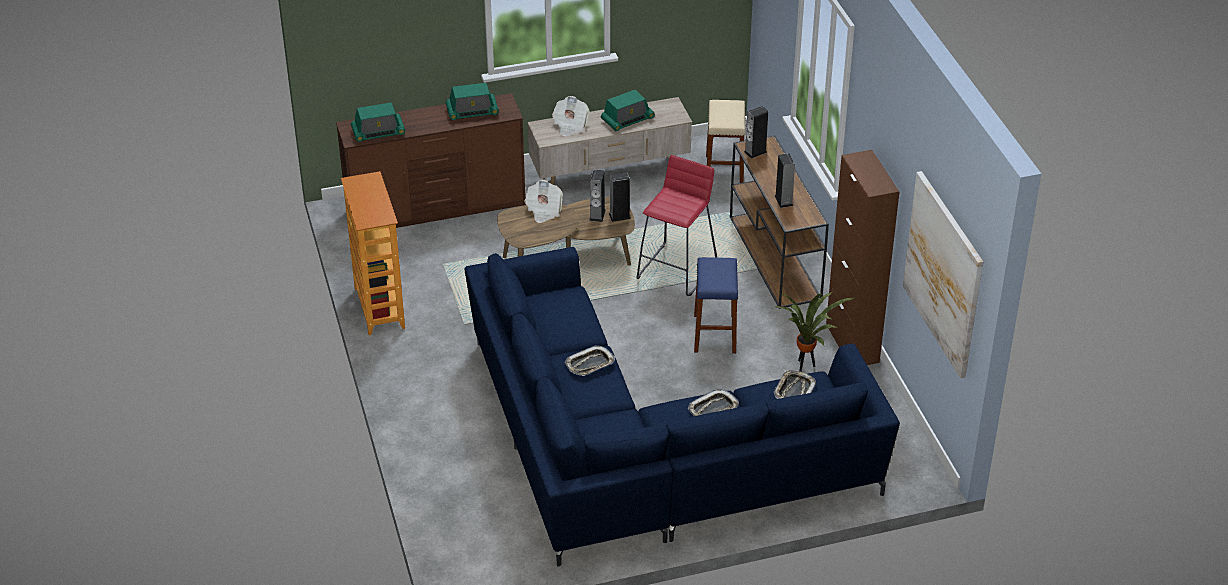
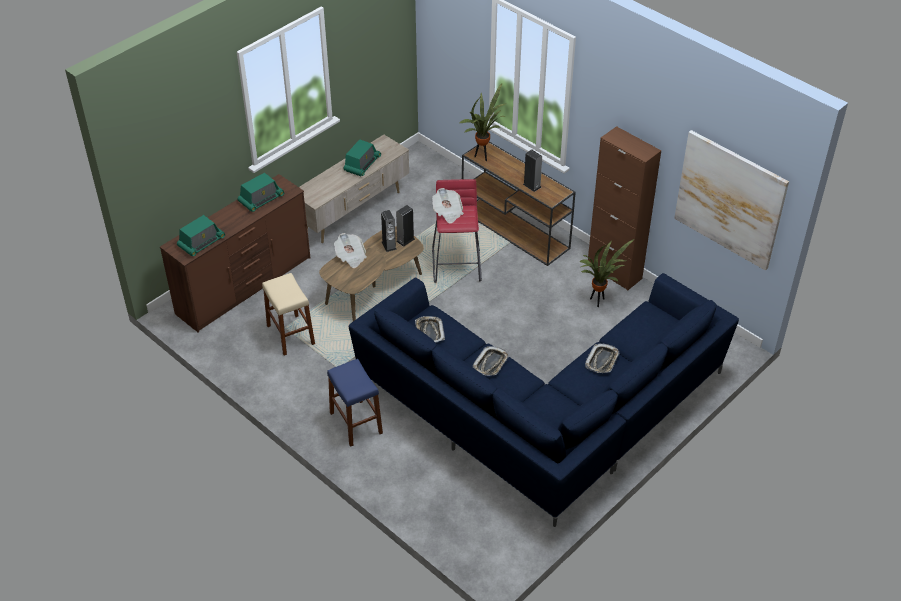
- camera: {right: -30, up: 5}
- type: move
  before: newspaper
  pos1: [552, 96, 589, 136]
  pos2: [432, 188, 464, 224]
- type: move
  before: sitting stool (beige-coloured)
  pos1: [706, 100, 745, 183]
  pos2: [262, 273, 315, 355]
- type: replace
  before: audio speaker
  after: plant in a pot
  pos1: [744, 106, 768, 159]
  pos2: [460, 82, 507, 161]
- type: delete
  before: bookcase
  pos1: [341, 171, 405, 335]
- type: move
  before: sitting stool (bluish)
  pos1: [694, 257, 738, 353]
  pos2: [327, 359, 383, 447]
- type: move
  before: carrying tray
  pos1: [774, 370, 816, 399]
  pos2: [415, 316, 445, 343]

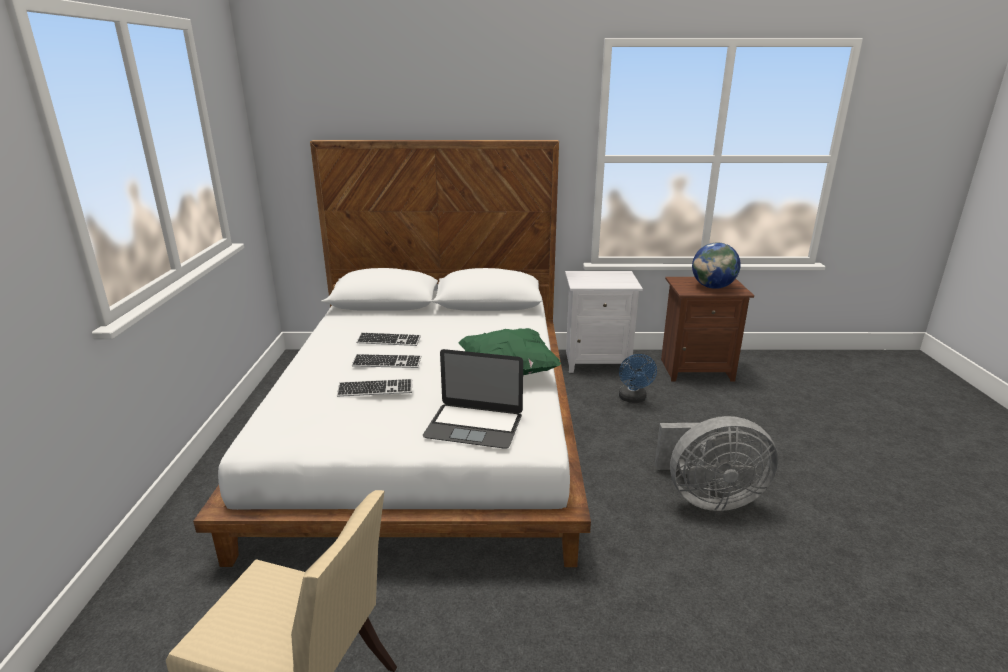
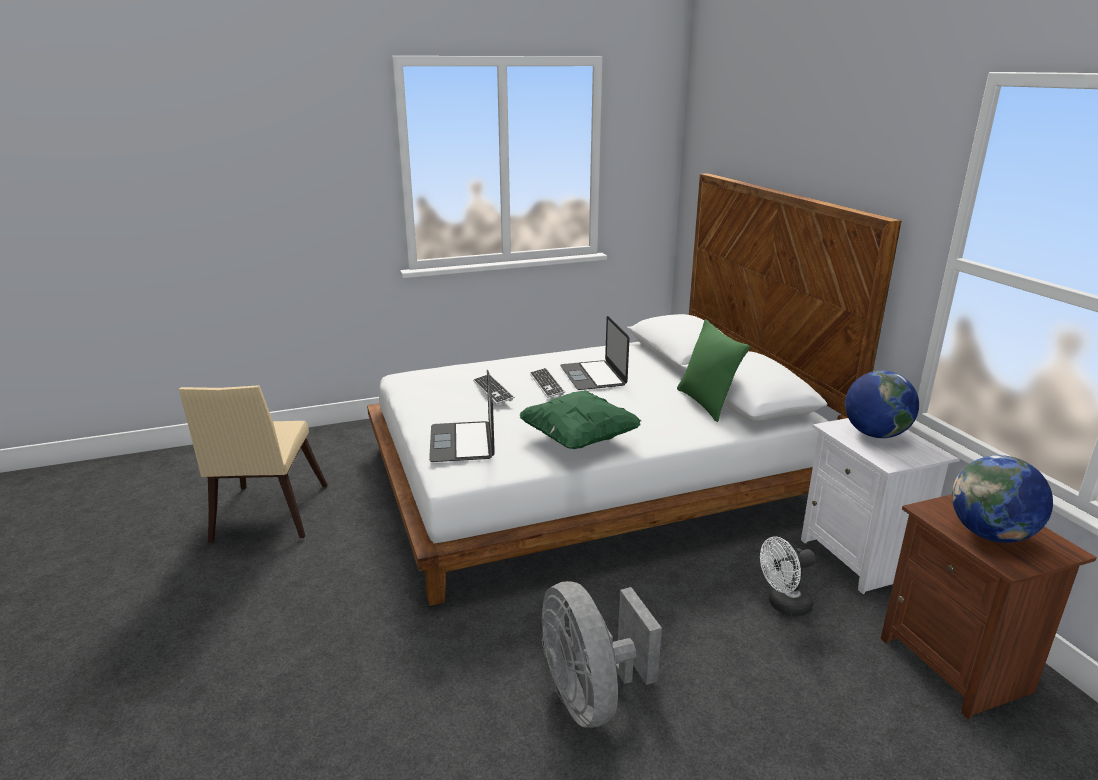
- camera: {right: 70, up: 0}
- type: replace
  before: computer keyboard
  after: laptop
  pos1: [356, 332, 421, 346]
  pos2: [560, 316, 629, 390]
- type: recolor
  before: cooling fan (bluish)
  after: cooling fan (white-coloured)
  pos1: [619, 354, 657, 403]
  pos2: [760, 536, 816, 617]
- type: insert
  after: throw pillow (green-coloured)
  pos2: [677, 319, 750, 422]
- type: insert
  after: desk globe
  pos2: [845, 371, 919, 438]

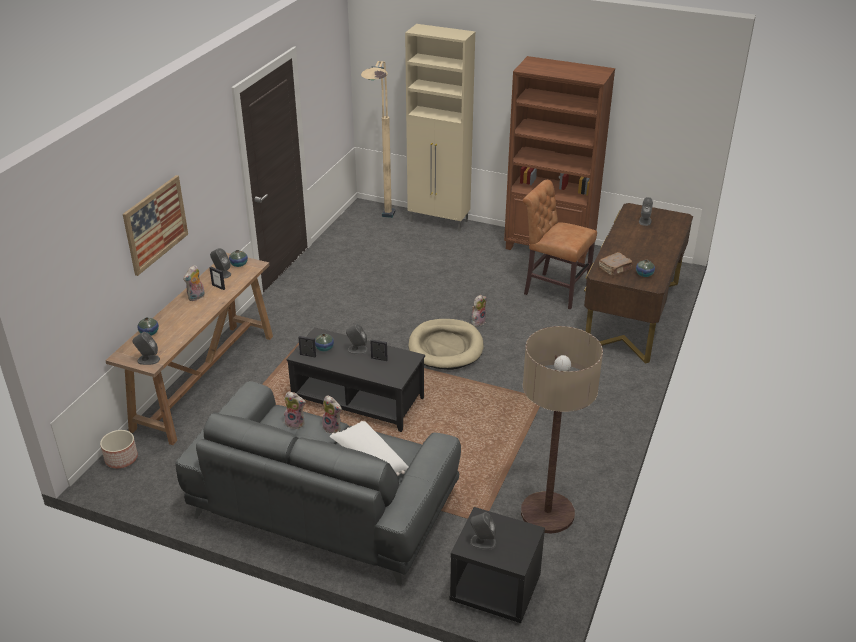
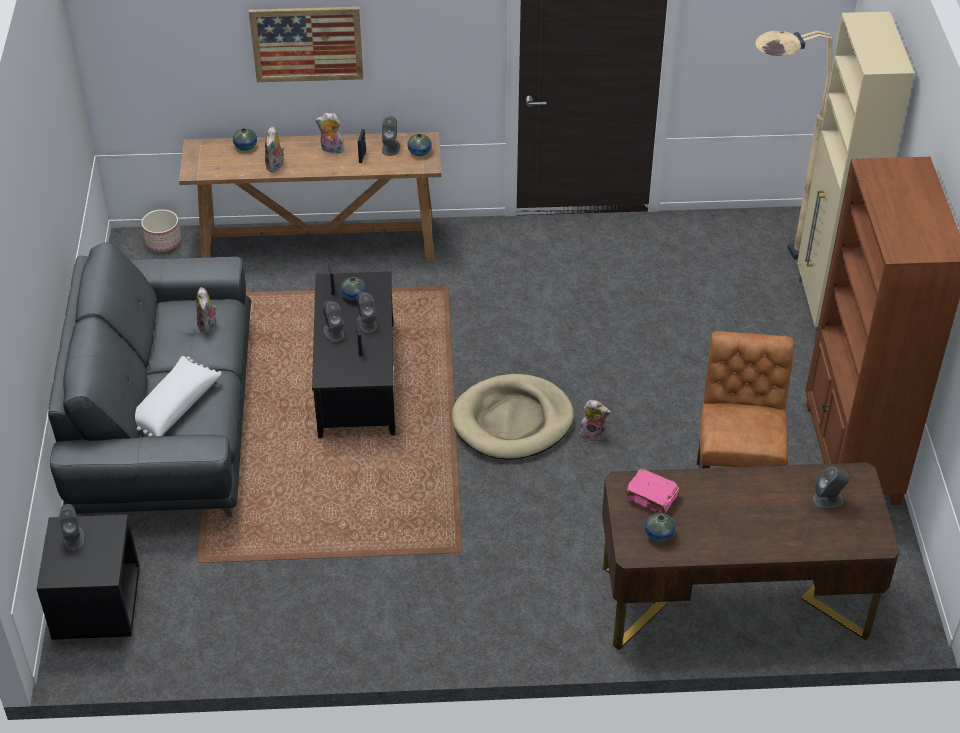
- camera: {right: 65, up: 10}
- type: recolor
  before: book (brownish)
  after: book (pink)
  pos1: [599, 252, 633, 276]
  pos2: [625, 468, 679, 514]
- type: delete
  before: standard lamp
  pos1: [521, 326, 603, 534]
- type: move
  before: audio speaker (greyish)
  pos1: [132, 332, 160, 365]
  pos2: [323, 301, 345, 342]
- type: move
  before: plush toy
  pos1: [322, 395, 342, 434]
  pos2: [265, 126, 285, 172]

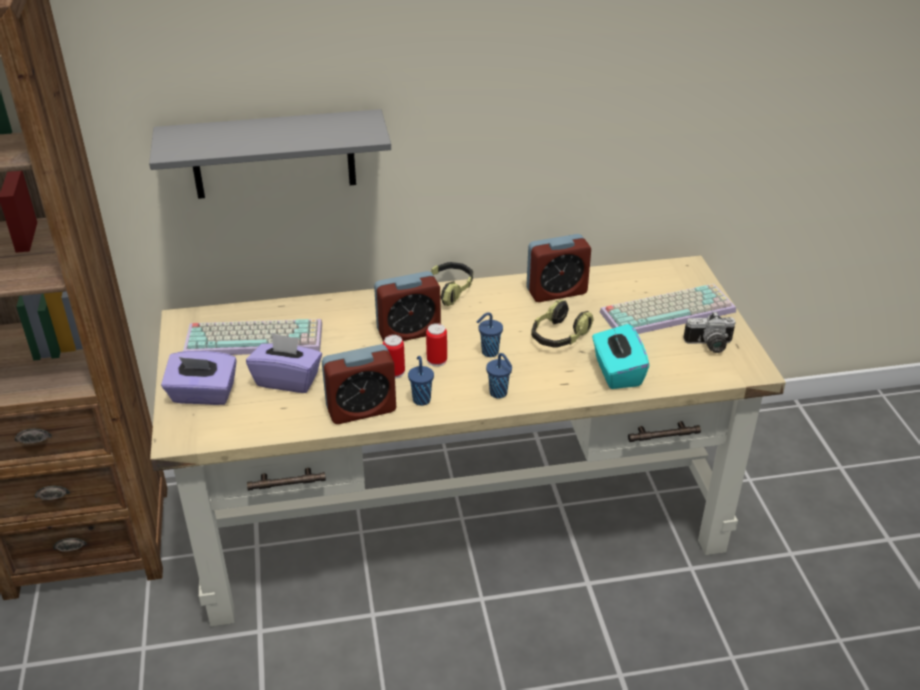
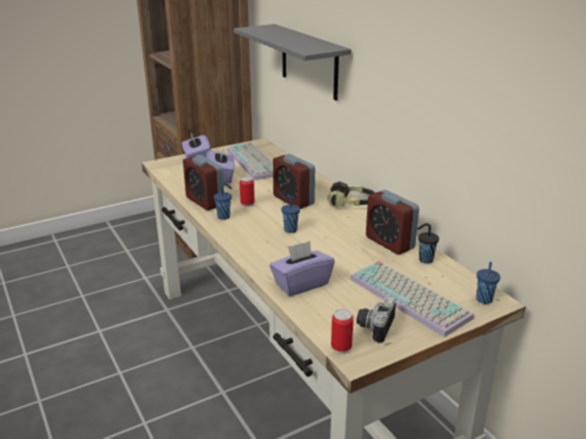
- camera: {right: 70, up: -10}
- type: delete
  before: headset
  pos1: [531, 300, 594, 348]
- type: rotate
  before: photo camera
  pos1: [683, 311, 736, 353]
  pos2: [357, 296, 396, 344]
  turn: 45
- type: move
  before: can
  pos1: [426, 323, 447, 367]
  pos2: [331, 309, 353, 354]
- type: recolor
  before: tissue holder (turquoise-coloured)
  after: tissue holder (purplish)
  pos1: [592, 324, 650, 389]
  pos2: [270, 241, 335, 296]
- type: move
  before: cup (bluish)
  pos1: [486, 353, 512, 399]
  pos2: [476, 262, 500, 304]
- type: insert
  after: cup (black-coloured)
  pos2: [417, 223, 439, 264]

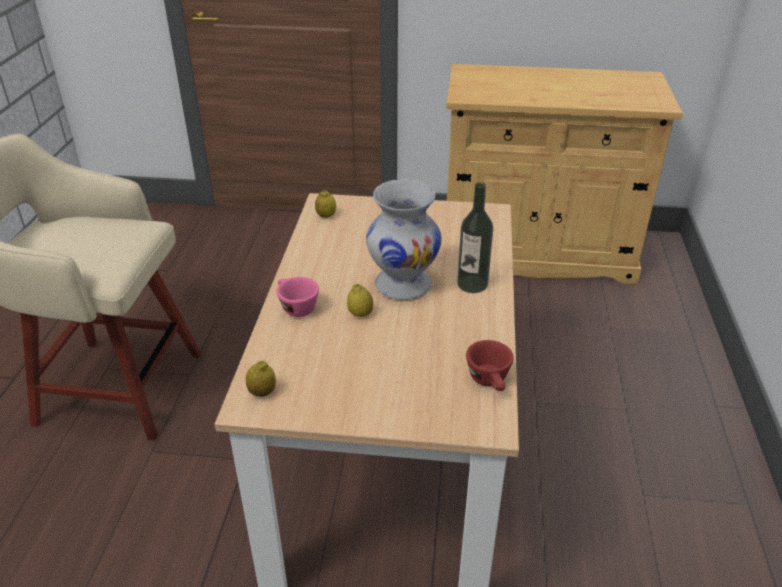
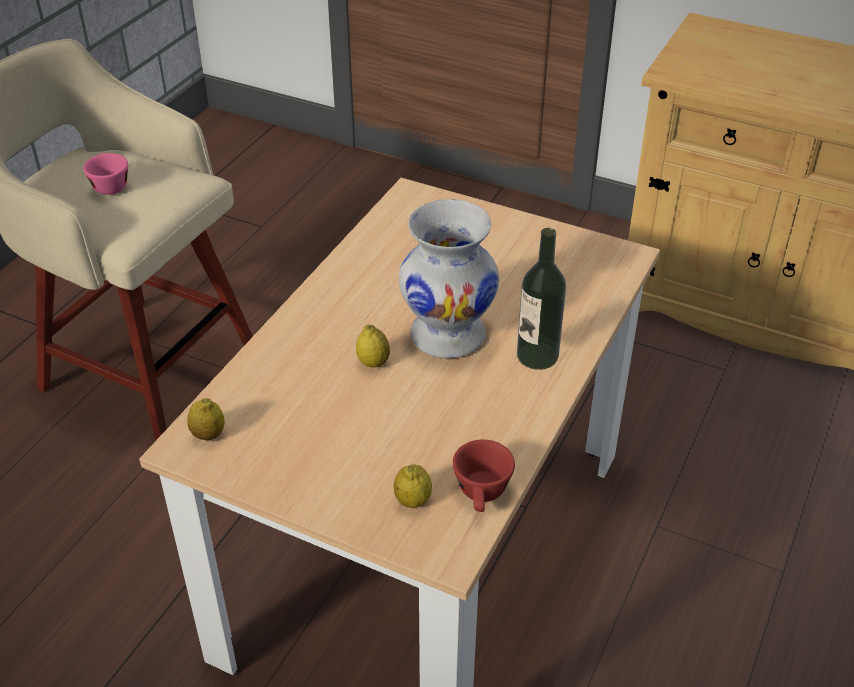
- camera: {right: 20, up: 5}
- type: move
  before: lemon
  pos1: [315, 190, 336, 218]
  pos2: [394, 464, 432, 508]
- type: move
  before: cup (pink)
  pos1: [277, 277, 319, 317]
  pos2: [83, 153, 128, 195]

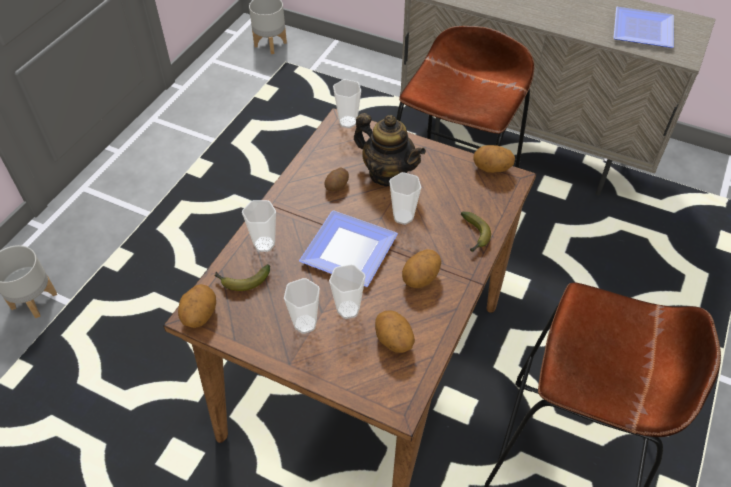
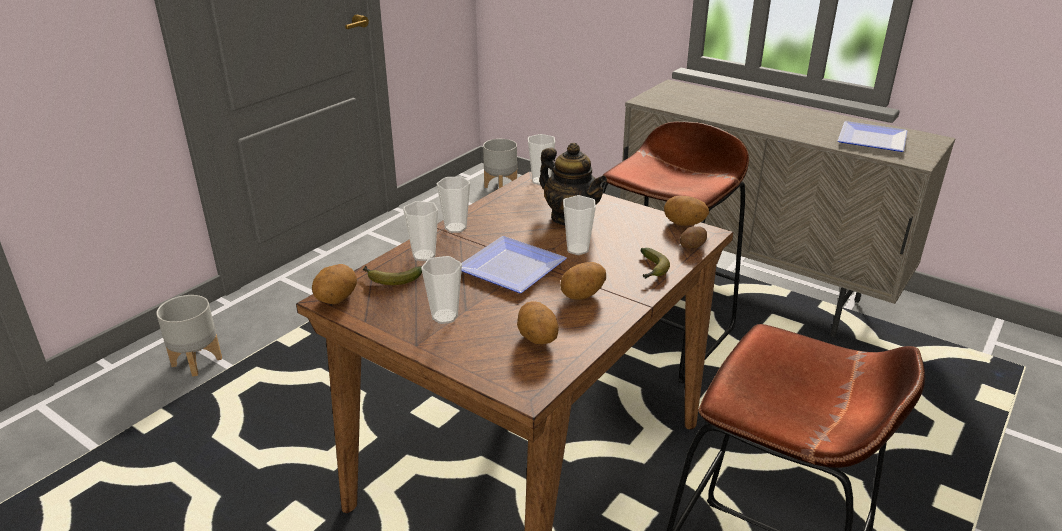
- camera: {right: 10, up: -20}
- type: move
  before: whole potato
  pos1: [324, 167, 349, 191]
  pos2: [680, 226, 707, 249]
- type: move
  before: cup
  pos1: [329, 264, 366, 319]
  pos2: [437, 177, 470, 233]

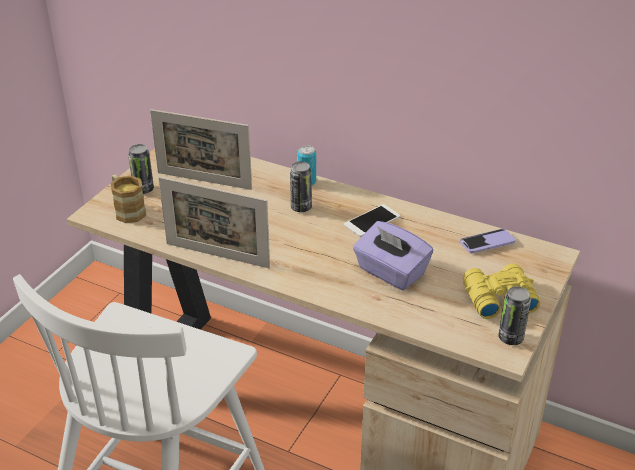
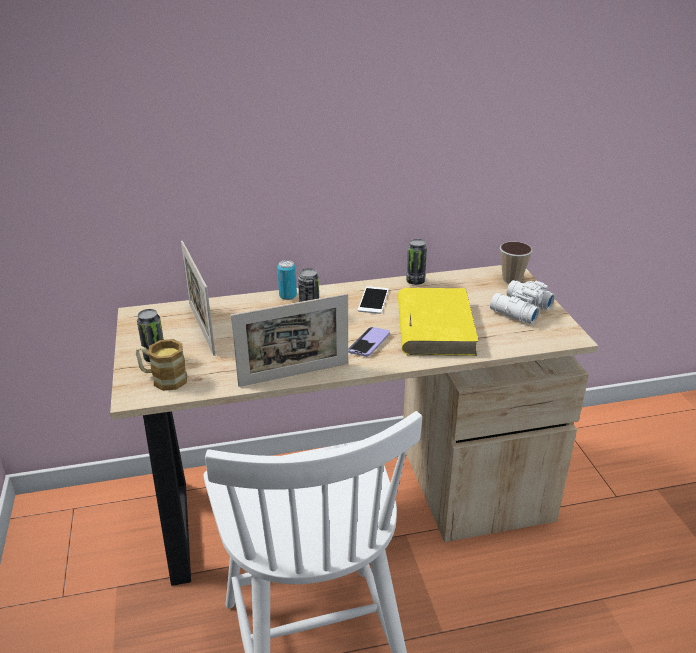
- camera: {right: -40, up: -5}
- type: rotate
  before: picture frame
  pos1: [150, 109, 252, 190]
  pos2: [181, 241, 215, 356]
  turn: 90
- type: replace
  before: tissue holder (purplish)
  after: book (yellow)
  pos1: [353, 221, 433, 290]
  pos2: [398, 288, 479, 356]
- type: move
  before: telephone
  pos1: [460, 229, 516, 253]
  pos2: [348, 327, 390, 357]
- type: recolor
  before: field glasses (yellow)
  after: field glasses (white-coloured)
  pos1: [463, 263, 540, 319]
  pos2: [490, 280, 555, 324]
- type: move
  before: can
  pos1: [498, 286, 531, 345]
  pos2: [406, 239, 427, 285]
- type: insert
  after: cup
  pos2: [500, 242, 533, 284]

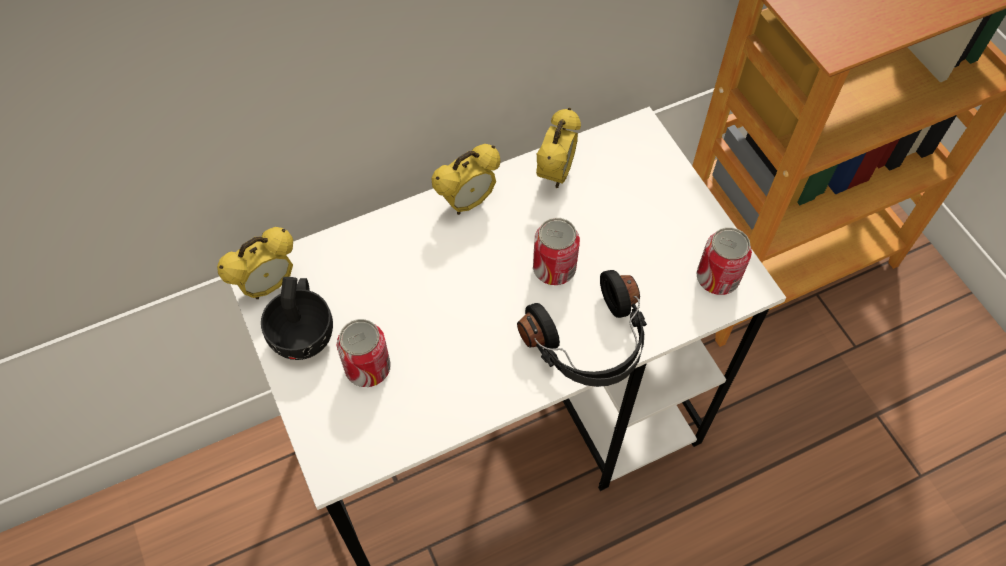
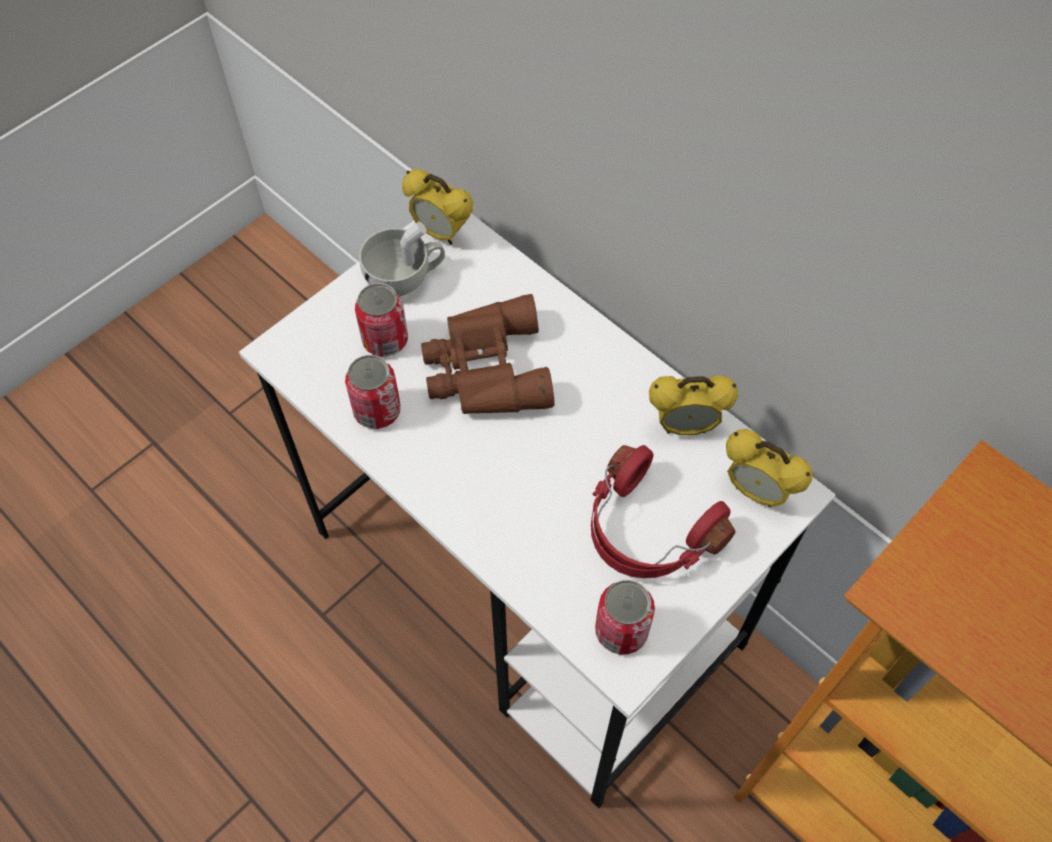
- camera: {right: 70, up: 0}
- type: move
  before: table clock
  pos1: [431, 144, 500, 215]
  pos2: [726, 429, 813, 507]
- type: move
  before: can
  pos1: [533, 218, 580, 285]
  pos2: [345, 355, 401, 429]
- type: delete
  before: headset (black-coloured)
  pos1: [517, 270, 647, 387]
- type: recolor
  before: cup (black-coloured)
  after: cup (white-coloured)
  pos1: [261, 277, 333, 360]
  pos2: [359, 222, 445, 296]
- type: insert
  after: field glasses (brownish)
  pos2: [421, 294, 554, 414]
- type: insert
  after: headset (reddish)
  pos2: [591, 445, 736, 578]

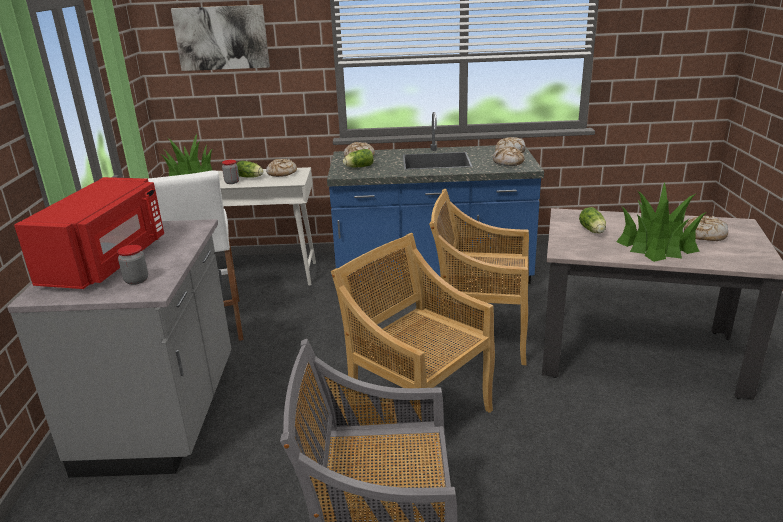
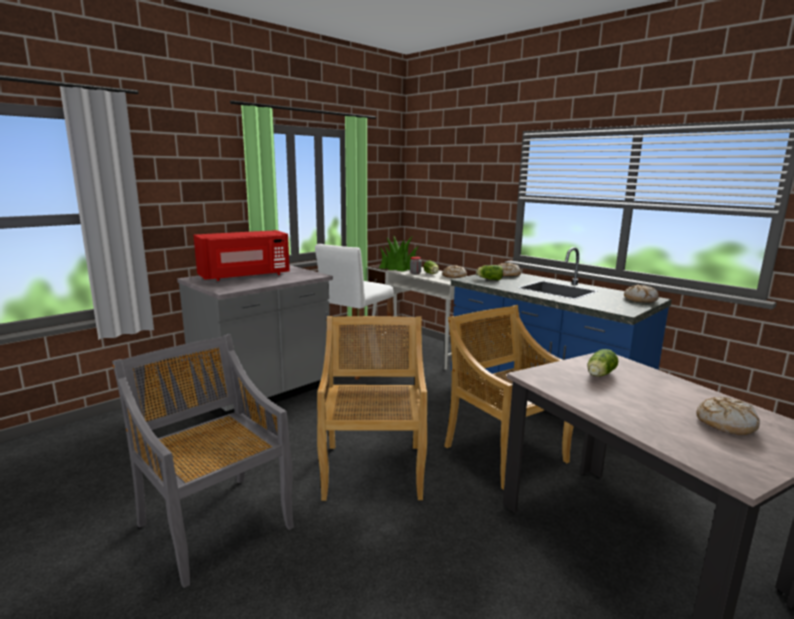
- camera: {right: 45, up: -10}
- type: delete
  before: wall picture
  pos1: [171, 5, 270, 71]
- type: delete
  before: bakery bread
  pos1: [493, 147, 525, 166]
- type: delete
  before: plant in a pot
  pos1: [616, 182, 706, 262]
- type: delete
  before: preserve jar
  pos1: [117, 245, 148, 285]

